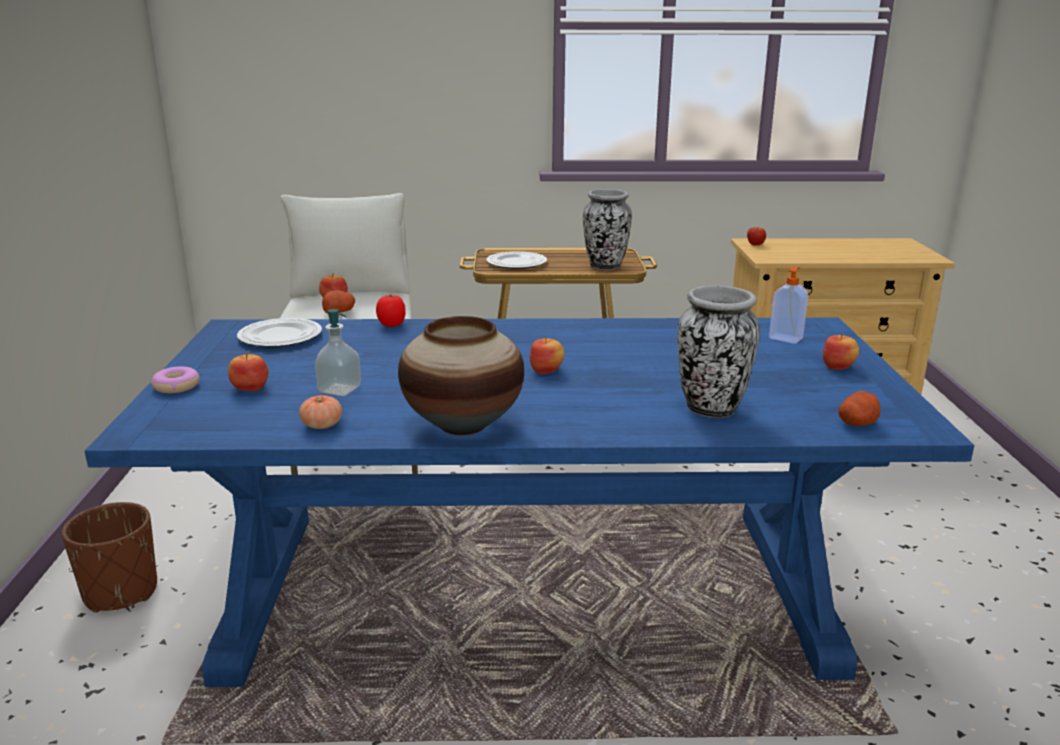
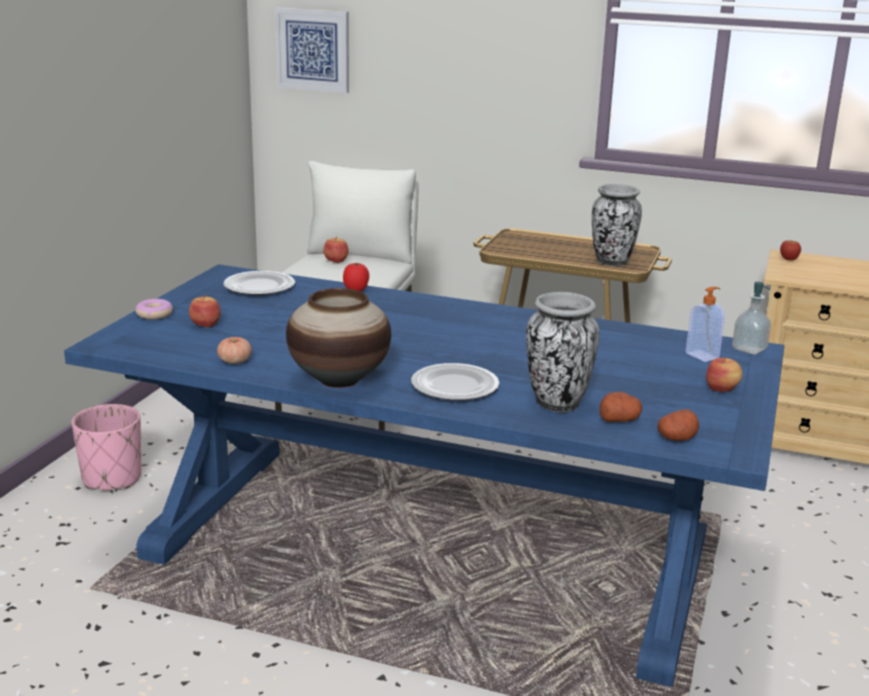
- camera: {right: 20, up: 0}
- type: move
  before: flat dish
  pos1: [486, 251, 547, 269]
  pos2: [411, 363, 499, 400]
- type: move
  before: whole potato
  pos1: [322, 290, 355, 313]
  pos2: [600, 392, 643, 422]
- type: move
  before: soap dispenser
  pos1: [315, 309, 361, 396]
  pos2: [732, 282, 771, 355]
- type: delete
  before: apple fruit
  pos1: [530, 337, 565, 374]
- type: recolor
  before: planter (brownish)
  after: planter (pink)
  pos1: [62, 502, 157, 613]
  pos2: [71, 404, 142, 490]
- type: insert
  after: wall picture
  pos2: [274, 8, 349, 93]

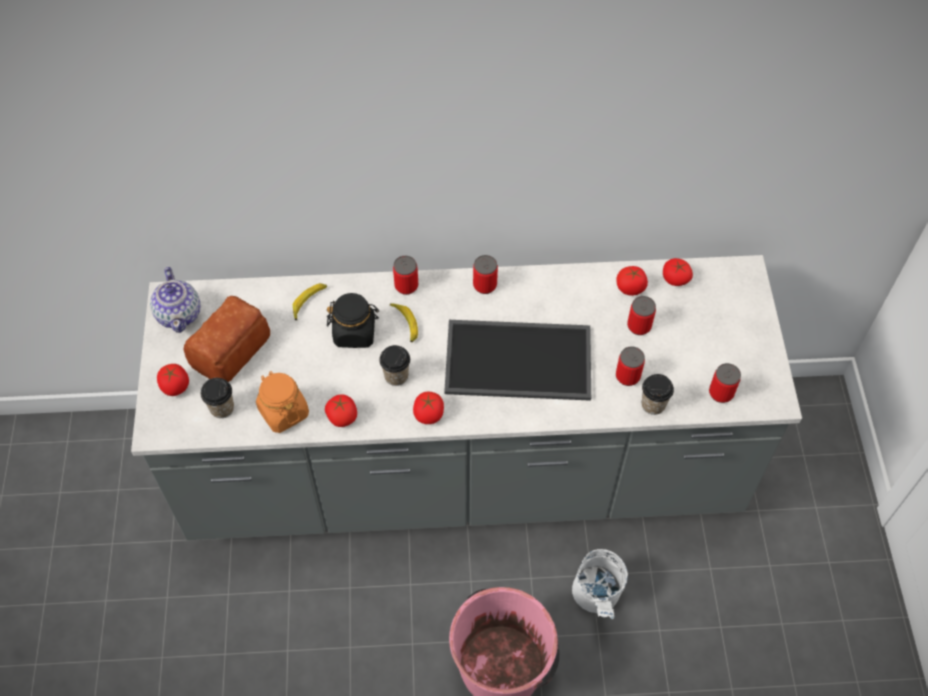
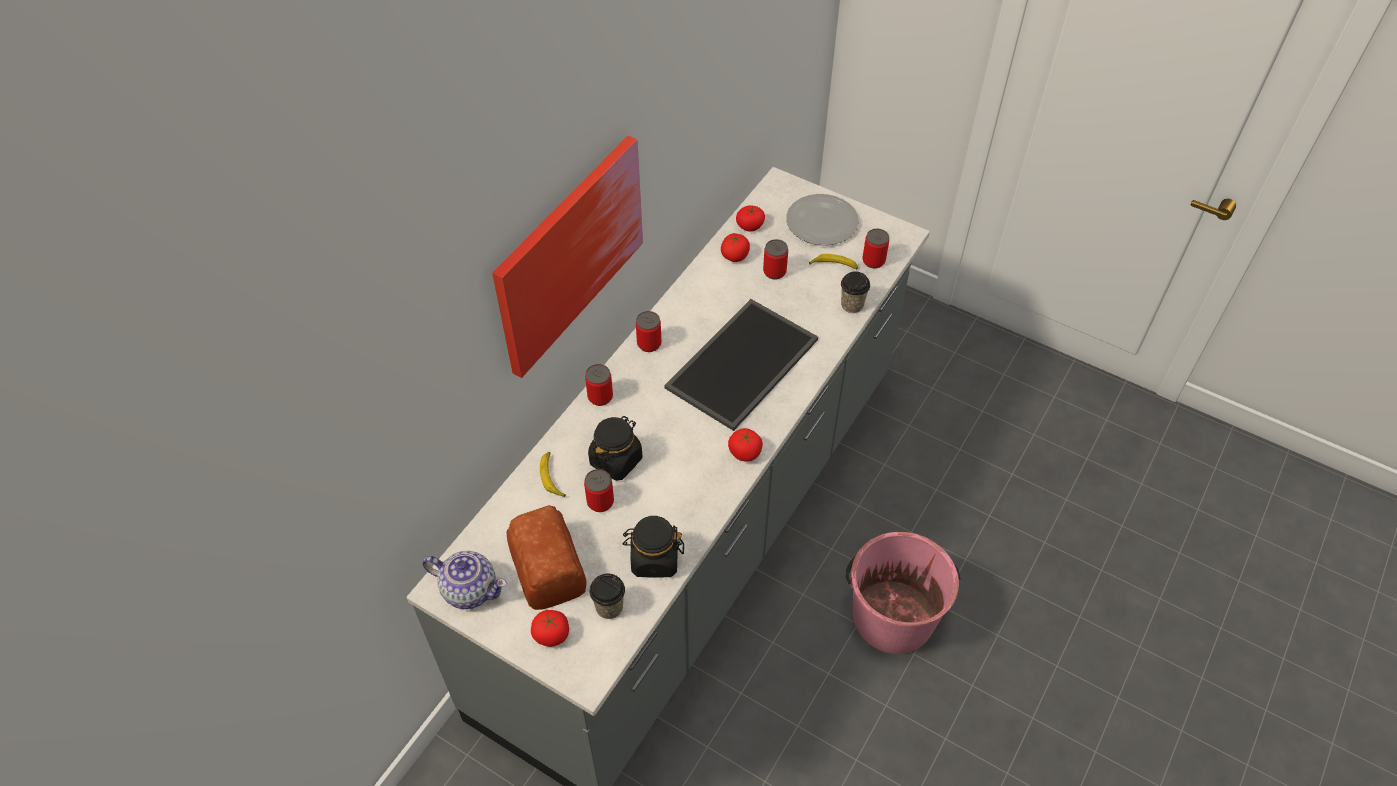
- camera: {right: -55, up: -5}
- type: move
  before: whole banana
  pos1: [390, 303, 418, 342]
  pos2: [809, 254, 858, 270]
- type: delete
  before: cup
  pos1: [379, 345, 410, 386]
- type: move
  before: can
  pos1: [616, 346, 645, 386]
  pos2: [584, 469, 614, 512]
- type: recolor
  before: preserve jar (orange-coloured)
  after: preserve jar (black-coloured)
  pos1: [256, 371, 309, 433]
  pos2: [622, 516, 684, 578]
- type: delete
  before: fresh tomato
  pos1: [325, 394, 357, 427]
- type: delete
  before: bucket (white-coloured)
  pos1: [572, 549, 628, 619]
- type: insert
  after: wall picture
  pos2: [492, 136, 643, 378]
- type: insert
  after: flat dish
  pos2: [786, 194, 859, 245]

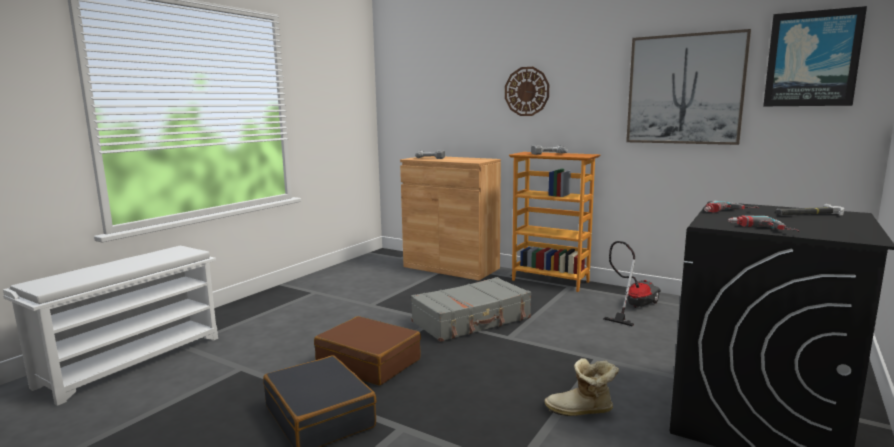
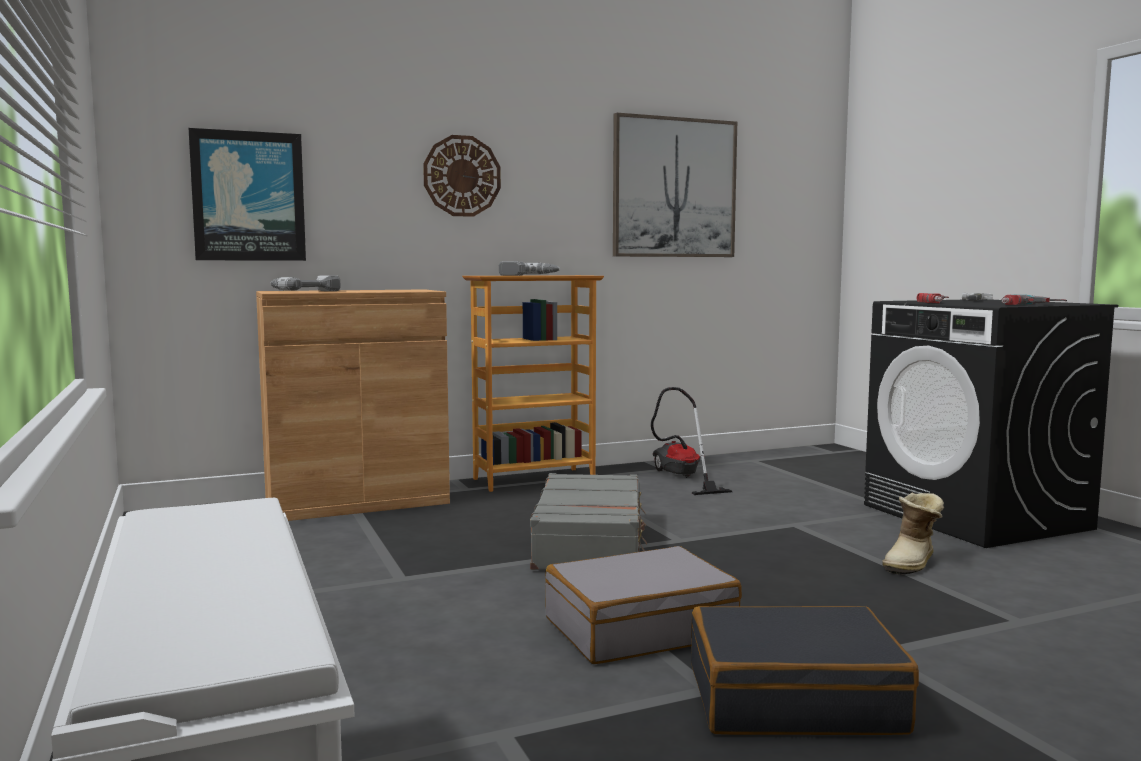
- camera: {right: -55, up: -5}
- type: move
  before: wall picture
  pos1: [763, 6, 867, 106]
  pos2: [189, 128, 306, 261]
- type: recolor
  before: travel case (brownish)
  after: travel case (greyish)
  pos1: [314, 316, 421, 385]
  pos2: [545, 546, 742, 664]

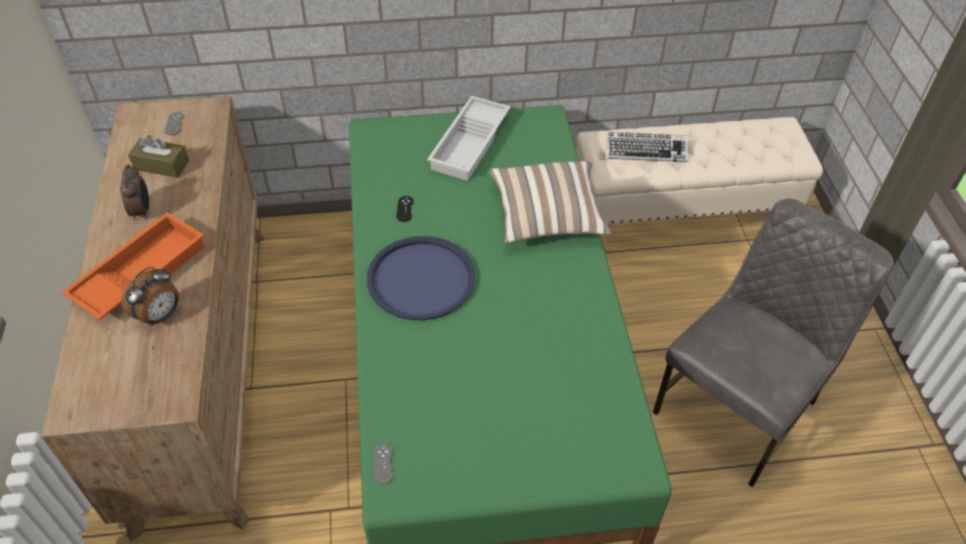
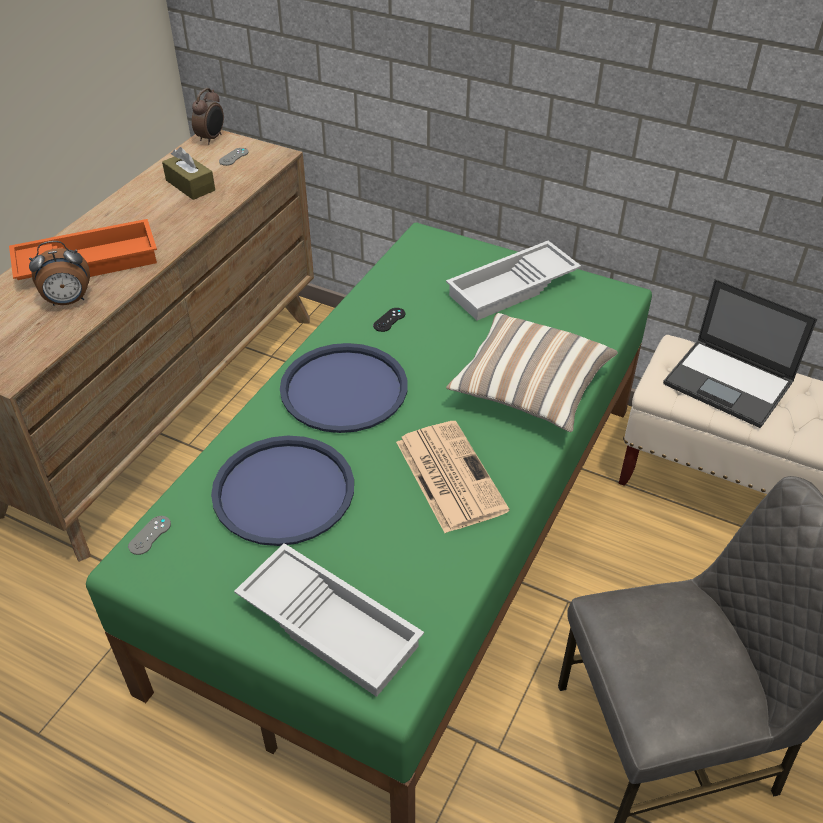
- camera: {right: 35, up: -5}
- type: replace
  before: computer keyboard
  after: laptop
  pos1: [608, 132, 688, 162]
  pos2: [663, 279, 818, 428]
- type: move
  before: table clock
  pos1: [120, 164, 149, 220]
  pos2: [192, 88, 224, 144]
- type: insert
  after: newspaper
  pos2: [396, 421, 509, 533]
- type: insert
  after: carrying tray (bluish)
  pos2: [211, 436, 354, 546]
- type: insert
  after: carrying tray (white-coloured)
  pos2: [234, 543, 424, 697]

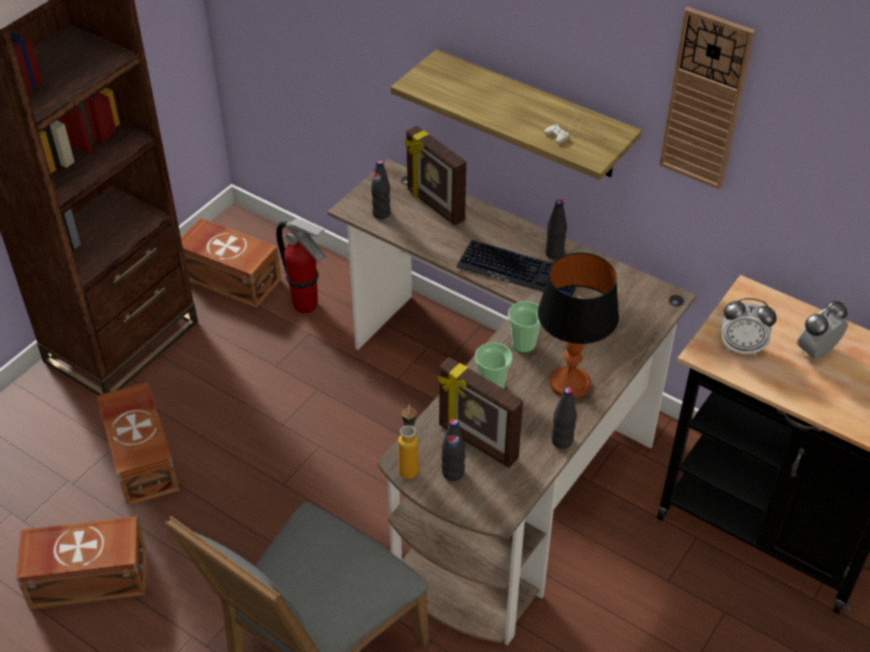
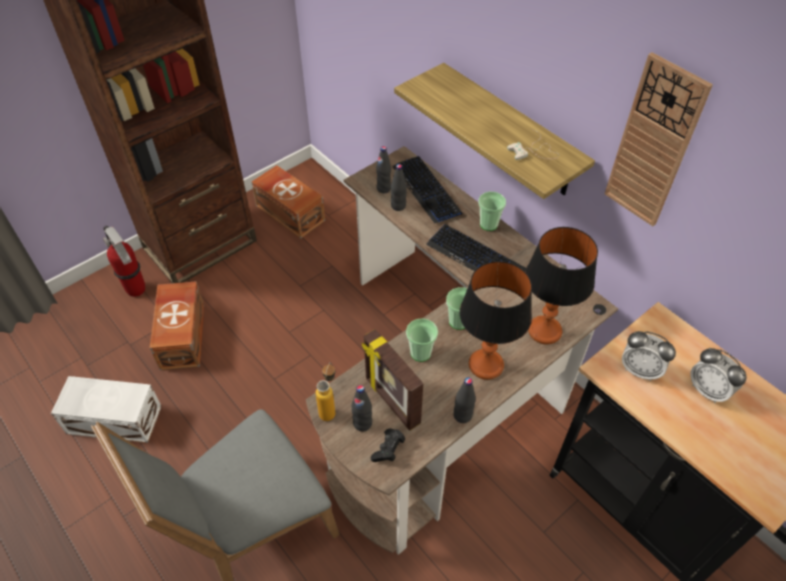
- camera: {right: 15, up: 5}
- type: replace
  before: picture frame
  after: computer keyboard
  pos1: [405, 126, 466, 226]
  pos2: [392, 156, 462, 223]
- type: move
  before: bottle (black-coloured)
  pos1: [545, 200, 567, 259]
  pos2: [391, 164, 407, 211]
- type: move
  before: fire-fighting cylinder
  pos1: [276, 219, 326, 313]
  pos2: [103, 226, 145, 297]
- type: rotate
  before: table clock
  pos1: [797, 301, 848, 360]
  pos2: [690, 348, 747, 403]
  turn: -105
- type: recolor
  before: storage bin (brownish)
  after: storage bin (white-coloured)
  pos1: [16, 516, 146, 610]
  pos2: [51, 376, 161, 443]
- type: insert
  after: cup
  pos2: [478, 192, 506, 231]
- type: insert
  after: lamp for a table
  pos2: [525, 227, 598, 344]
- type: insert
  after: joypad (black-coloured)
  pos2: [371, 428, 405, 462]

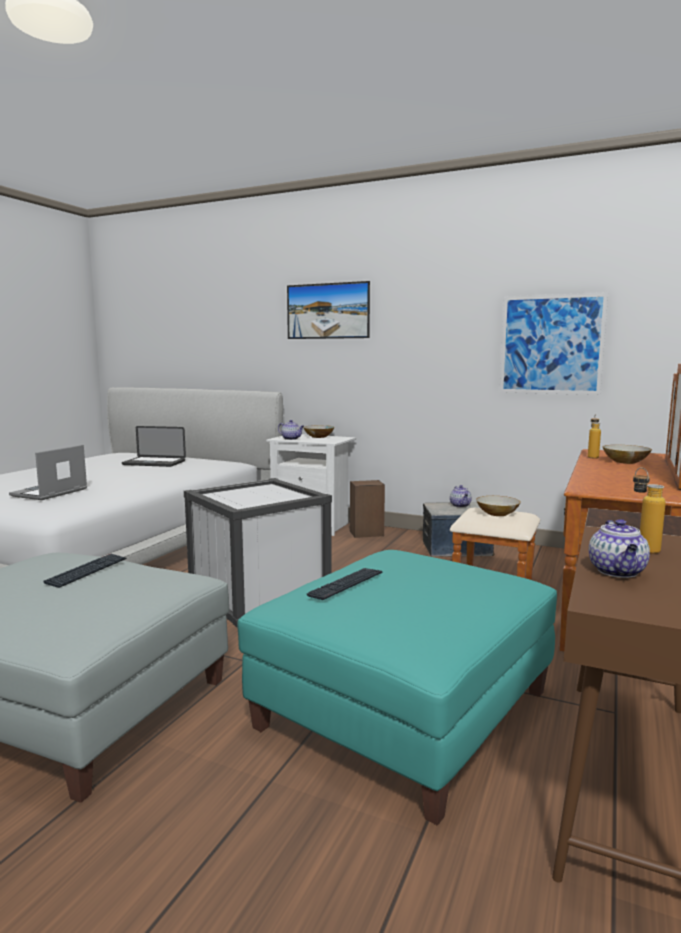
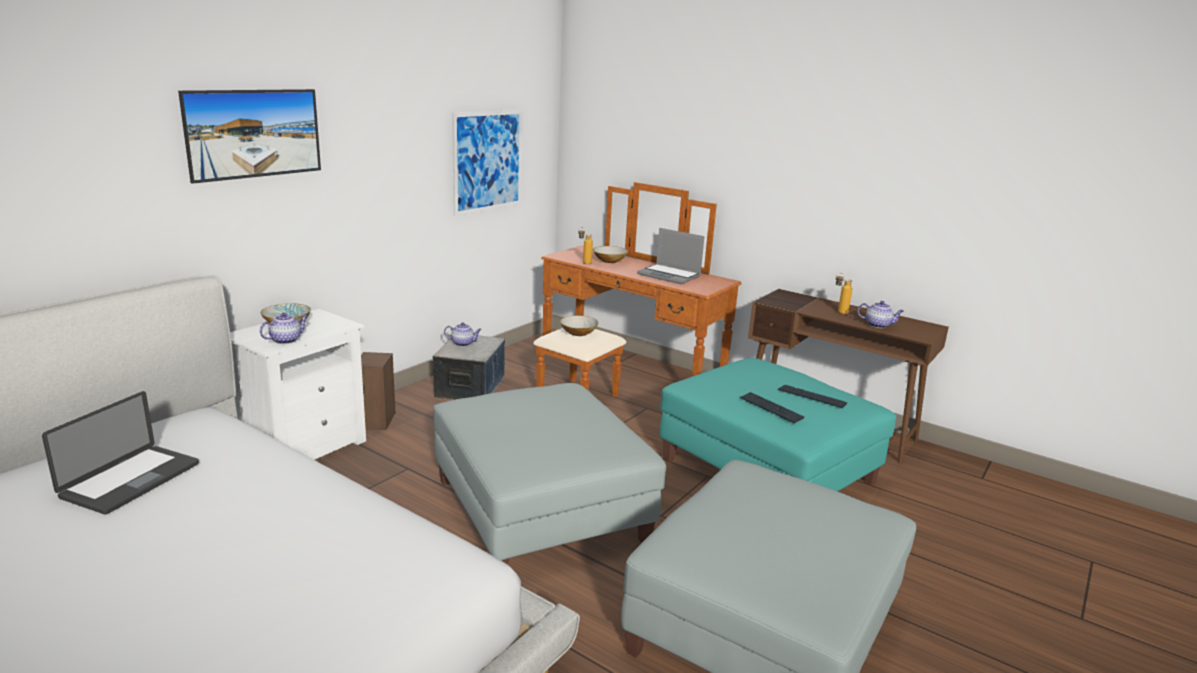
- camera: {right: -80, up: 10}
- type: move
  before: laptop
  pos1: [9, 445, 87, 500]
  pos2: [637, 228, 705, 284]
- type: replace
  before: storage bin (white-coloured)
  after: footrest (greyish)
  pos1: [184, 478, 332, 627]
  pos2: [433, 383, 666, 565]
- type: move
  before: computer keyboard
  pos1: [43, 554, 126, 588]
  pos2: [778, 385, 847, 408]

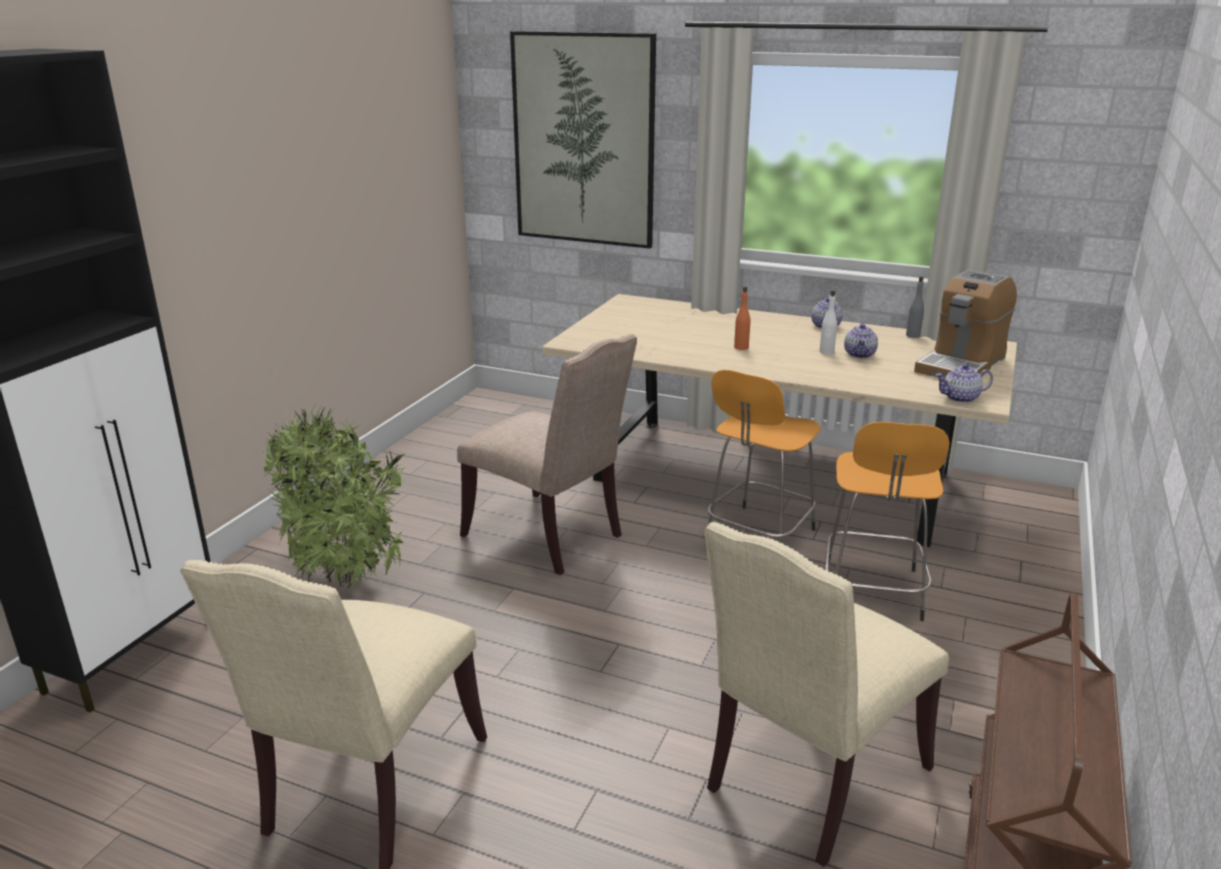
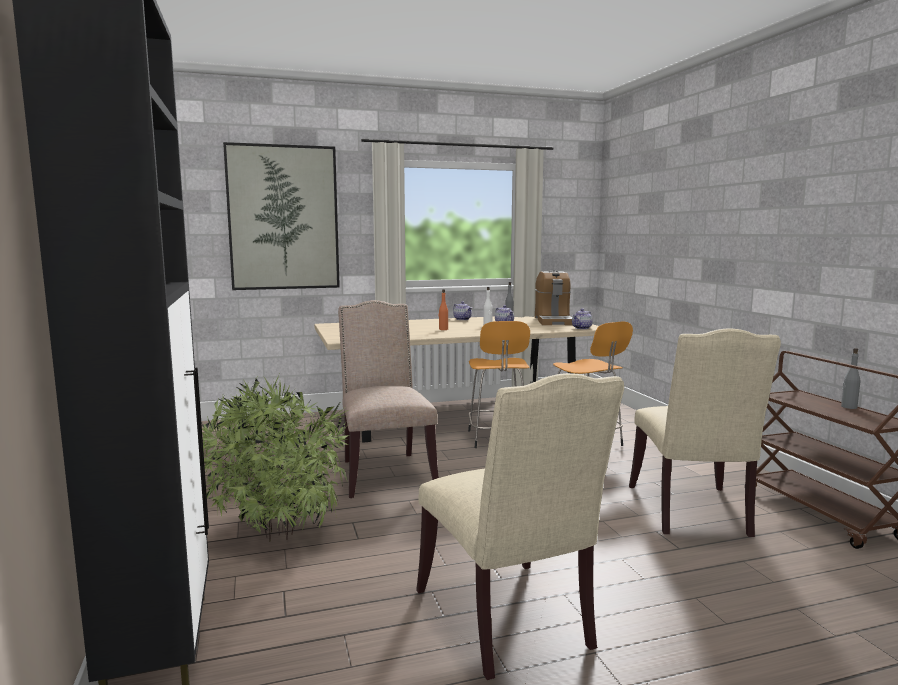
- camera: {right: -40, up: -15}
- type: rotate
  before: plain chair (beige-coloured)
  pos1: [457, 334, 637, 575]
  pos2: [338, 300, 439, 498]
  turn: -105
- type: insert
  after: bottle (greyish)
  pos2: [841, 348, 860, 409]

